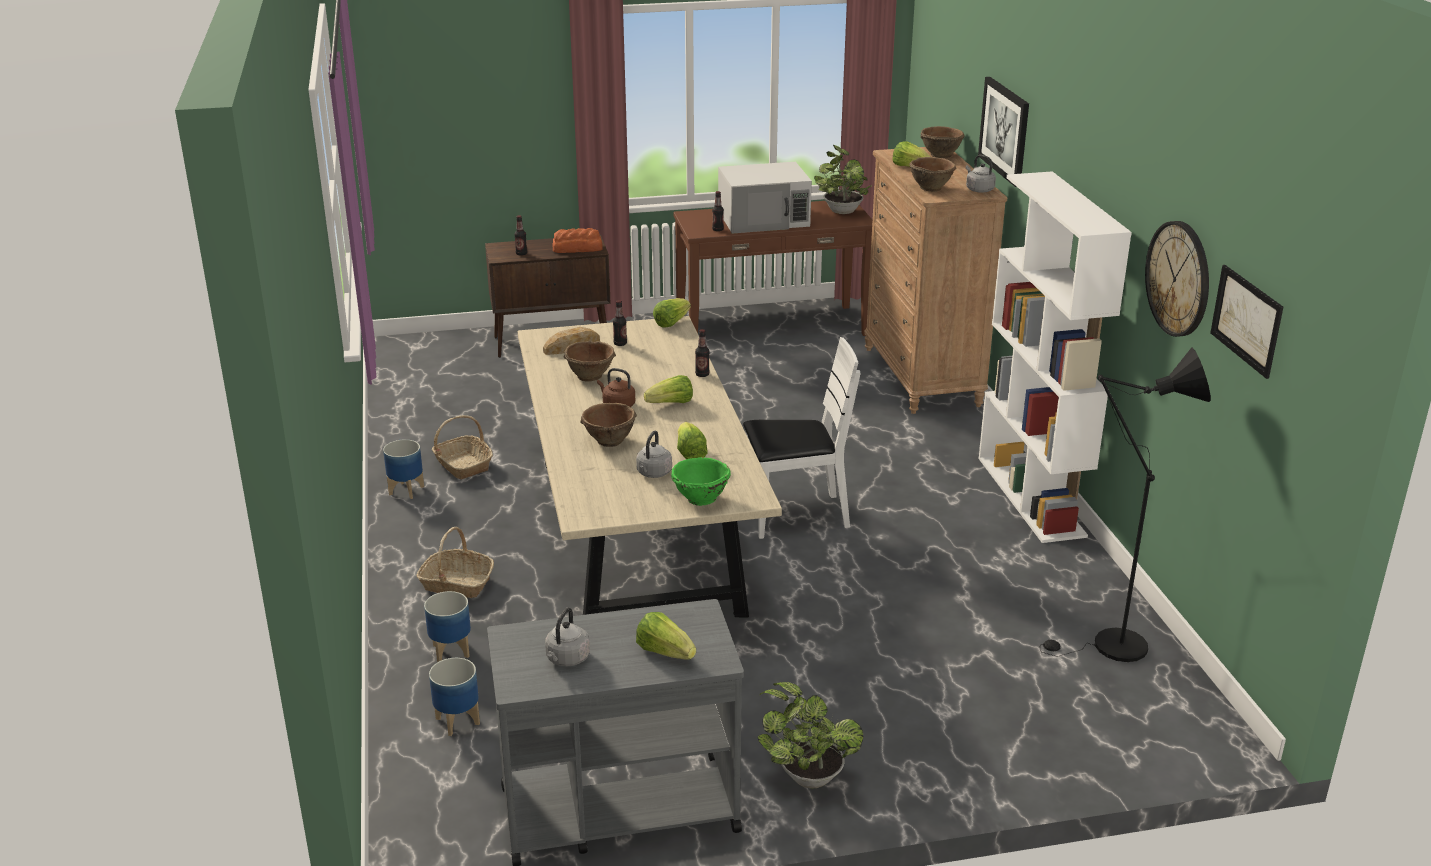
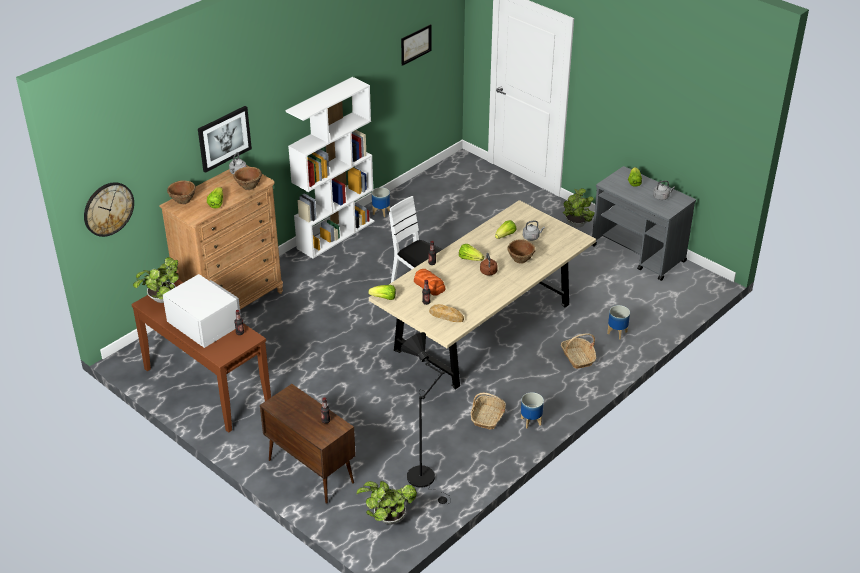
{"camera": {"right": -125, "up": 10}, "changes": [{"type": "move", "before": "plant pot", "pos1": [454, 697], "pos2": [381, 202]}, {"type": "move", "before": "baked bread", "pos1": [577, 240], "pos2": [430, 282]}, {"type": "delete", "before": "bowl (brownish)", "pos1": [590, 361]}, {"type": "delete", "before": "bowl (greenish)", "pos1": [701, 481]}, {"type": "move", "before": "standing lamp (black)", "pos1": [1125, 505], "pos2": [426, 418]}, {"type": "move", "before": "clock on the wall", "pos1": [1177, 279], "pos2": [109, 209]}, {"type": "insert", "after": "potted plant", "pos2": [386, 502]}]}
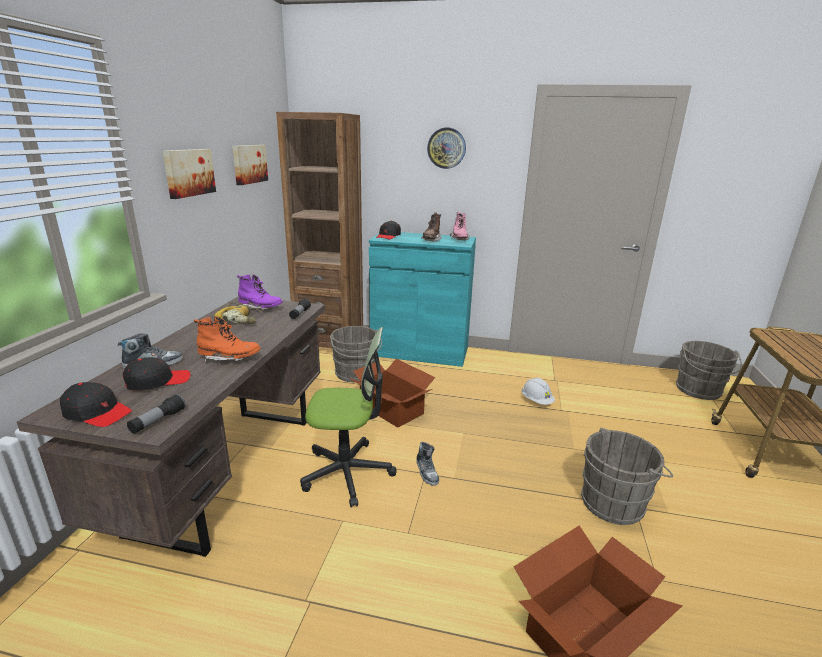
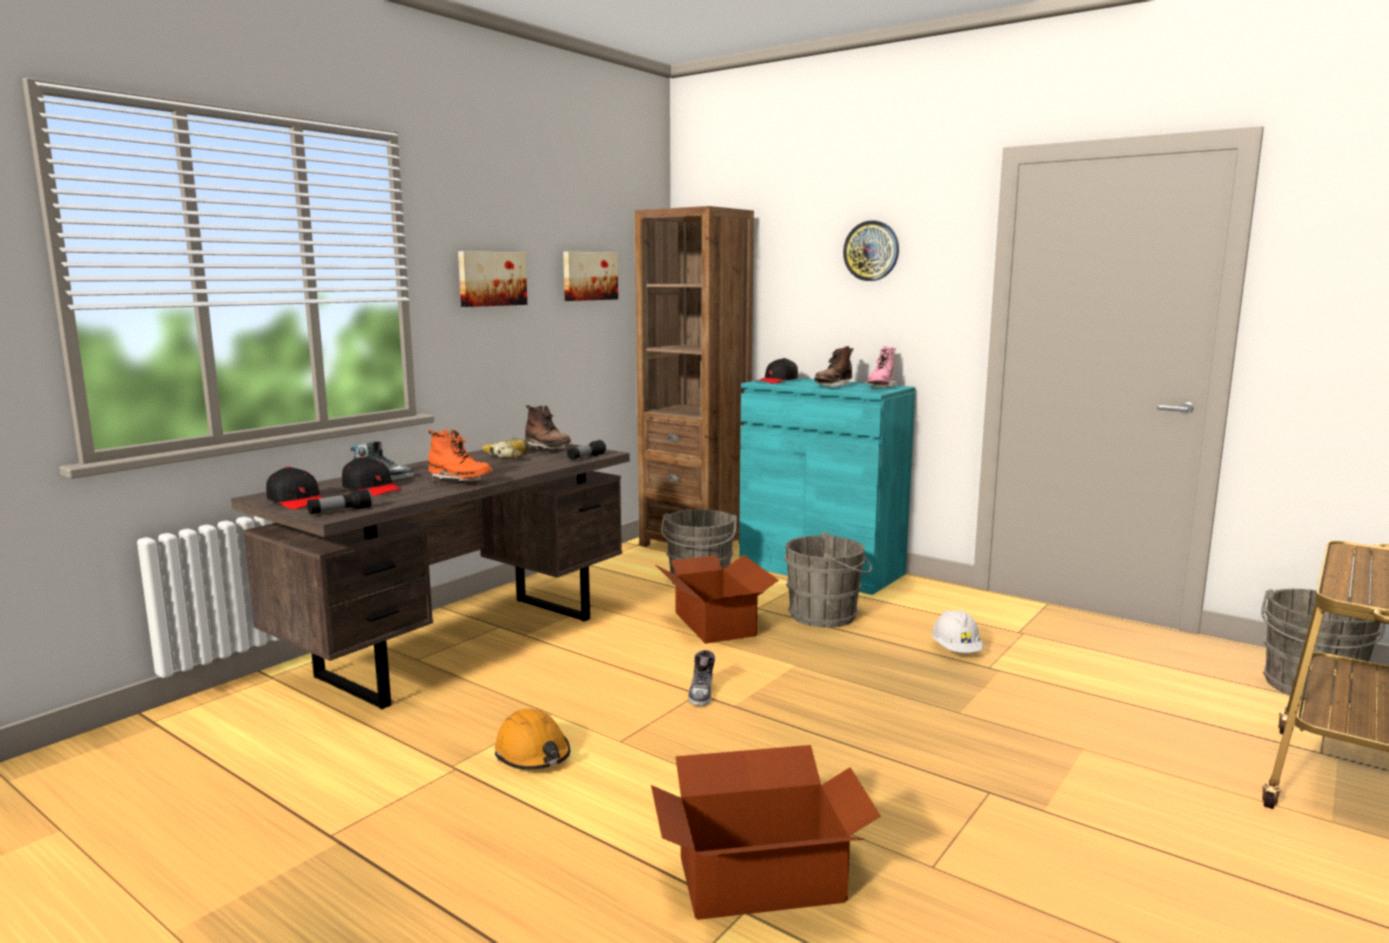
{"camera": {"right": 25, "up": -10}, "changes": [{"type": "rotate", "before": "cap (black)", "pos1": [157, 374], "pos2": [372, 476], "turn": 45}, {"type": "recolor", "before": "boot (purple)", "after": "boot (brownish)", "pos1": [260, 292], "pos2": [548, 427]}, {"type": "delete", "before": "office chair", "pos1": [348, 417]}, {"type": "move", "before": "bucket (gray)", "pos1": [627, 476], "pos2": [828, 580]}, {"type": "insert", "after": "work helmet (orange-coloured)", "pos2": [532, 739]}]}
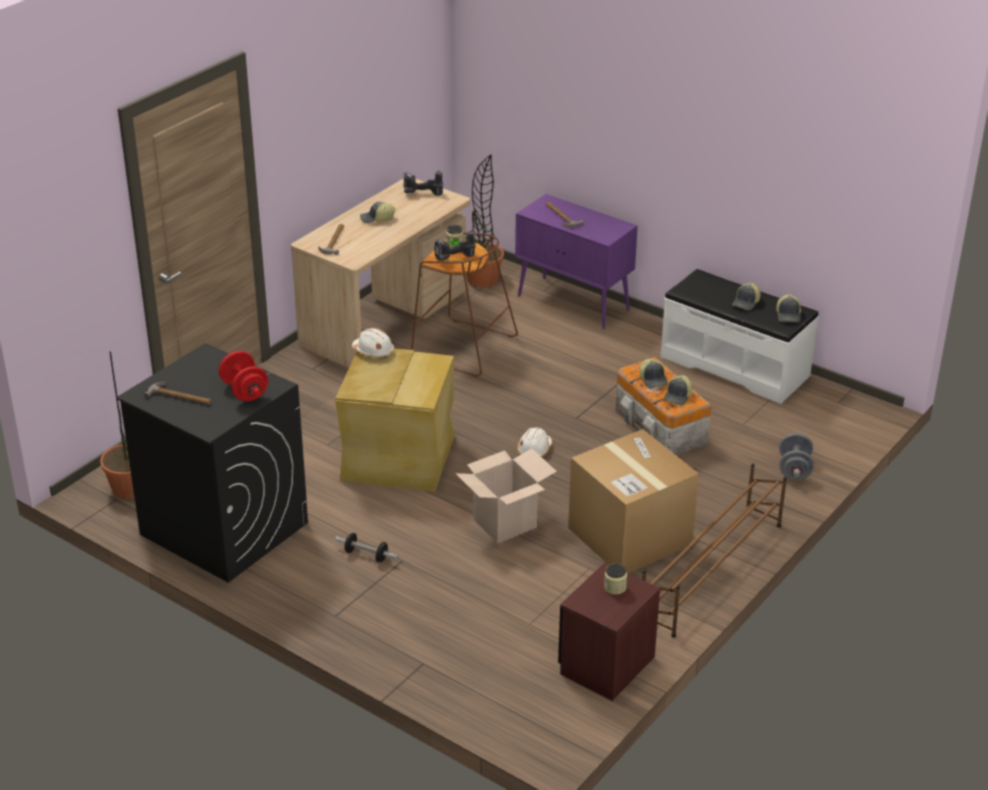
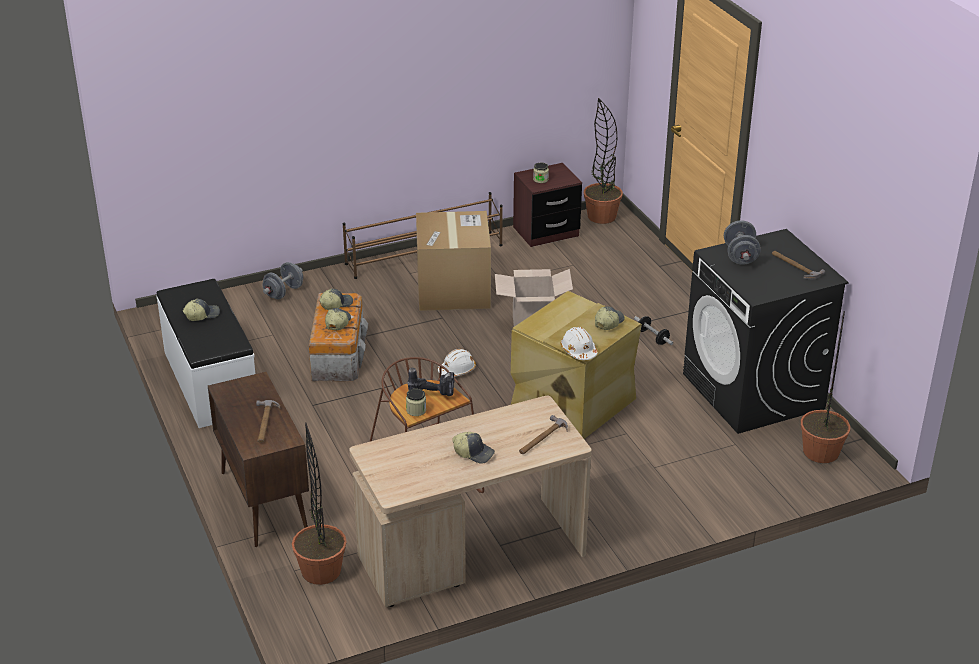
{"camera": {"right": -150, "up": 0}, "changes": [{"type": "recolor", "before": "free weight (reddish)", "after": "free weight (gray)", "pos1": [243, 376], "pos2": [742, 242]}, {"type": "delete", "before": "electric drill", "pos1": [423, 183]}, {"type": "recolor", "before": "cabinet (purple)", "after": "cabinet (brownish)", "pos1": [576, 261], "pos2": [258, 459]}, {"type": "move", "before": "cap", "pos1": [788, 308], "pos2": [609, 318]}, {"type": "insert", "after": "potted plant", "pos2": [603, 161]}]}
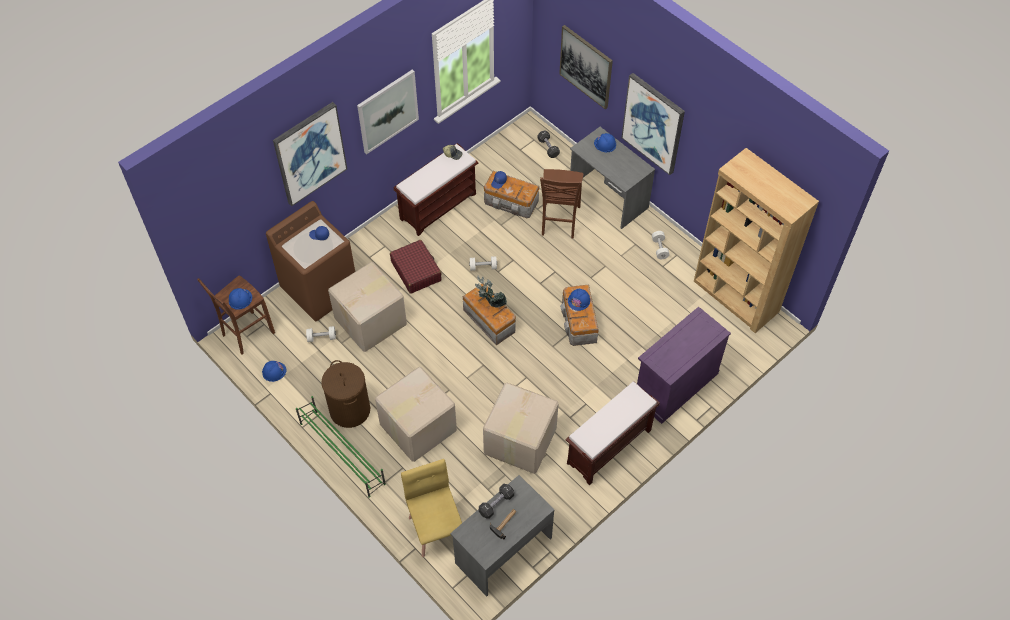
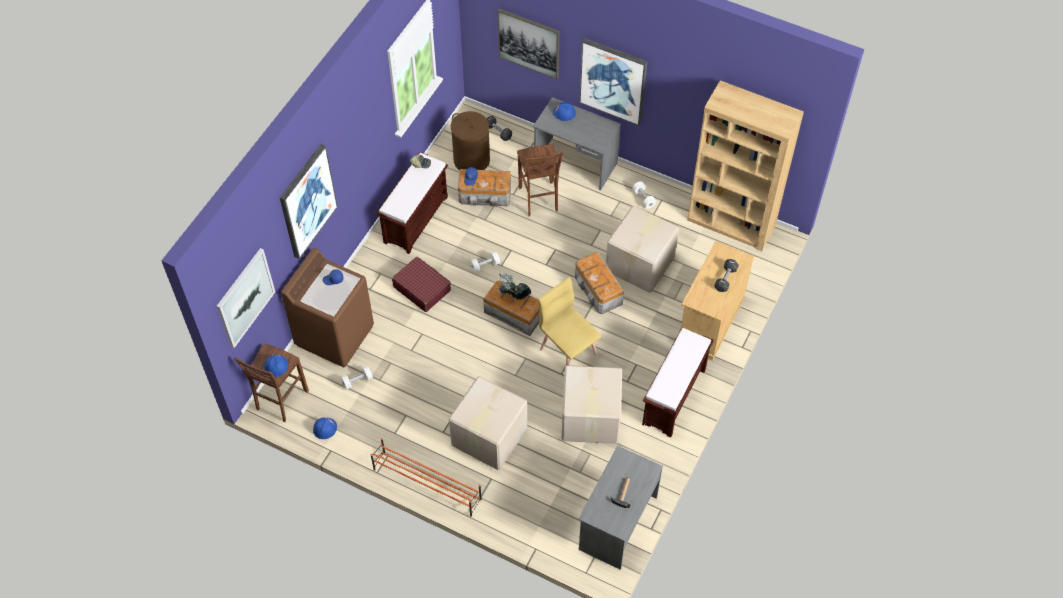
{"camera": {"right": -20, "up": 0}, "changes": [{"type": "recolor", "before": "shoe shelf (greenish)", "after": "shoe shelf (orange-coloured)", "pos1": [341, 447], "pos2": [426, 477]}, {"type": "move", "before": "laundry basket (brownish)", "pos1": [345, 394], "pos2": [470, 140]}, {"type": "move", "before": "cardboard box", "pos1": [367, 307], "pos2": [642, 249]}, {"type": "move", "before": "wall picture", "pos1": [388, 112], "pos2": [246, 298]}, {"type": "move", "before": "plain chair (yellow-coloured)", "pos1": [431, 508], "pos2": [569, 321]}, {"type": "move", "before": "free weight (black)", "pos1": [496, 501], "pos2": [726, 275]}, {"type": "replace", "before": "plain chair (brownish)", "after": "stool (brownish)", "pos1": [561, 204], "pos2": [540, 180]}, {"type": "delete", "before": "work helmet (blue-coloured)", "pos1": [579, 300]}, {"type": "recolor", "before": "cabinet (purple)", "after": "cabinet (beige)", "pos1": [684, 365], "pos2": [717, 301]}]}
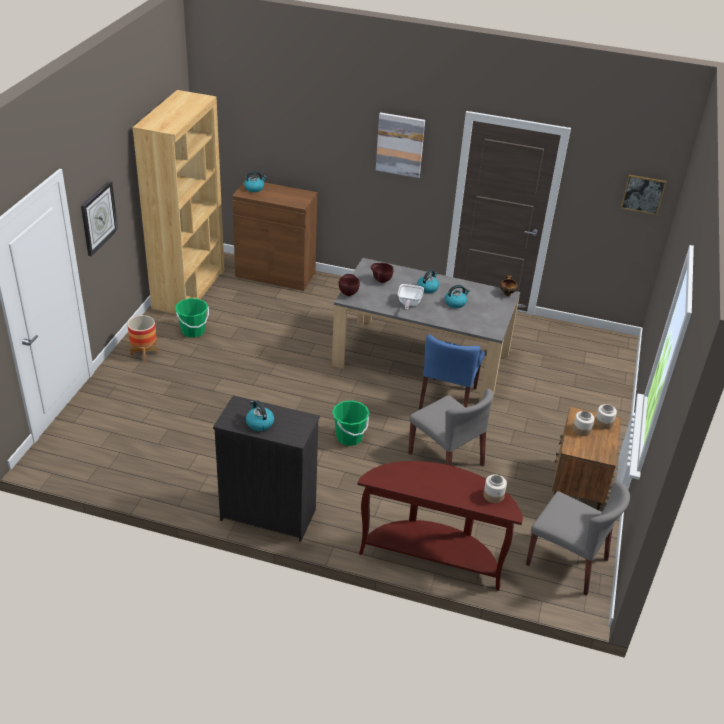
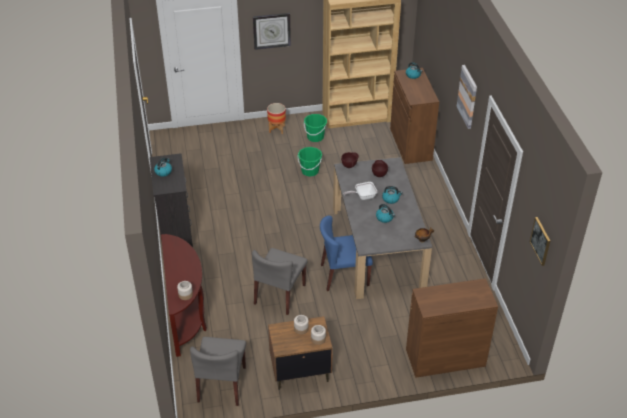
{"camera": {"right": 65, "up": 5}, "changes": [{"type": "move", "before": "bucket (greenish)", "pos1": [351, 423], "pos2": [309, 162]}, {"type": "insert", "after": "cabinet (brownish)", "pos2": [452, 328]}]}
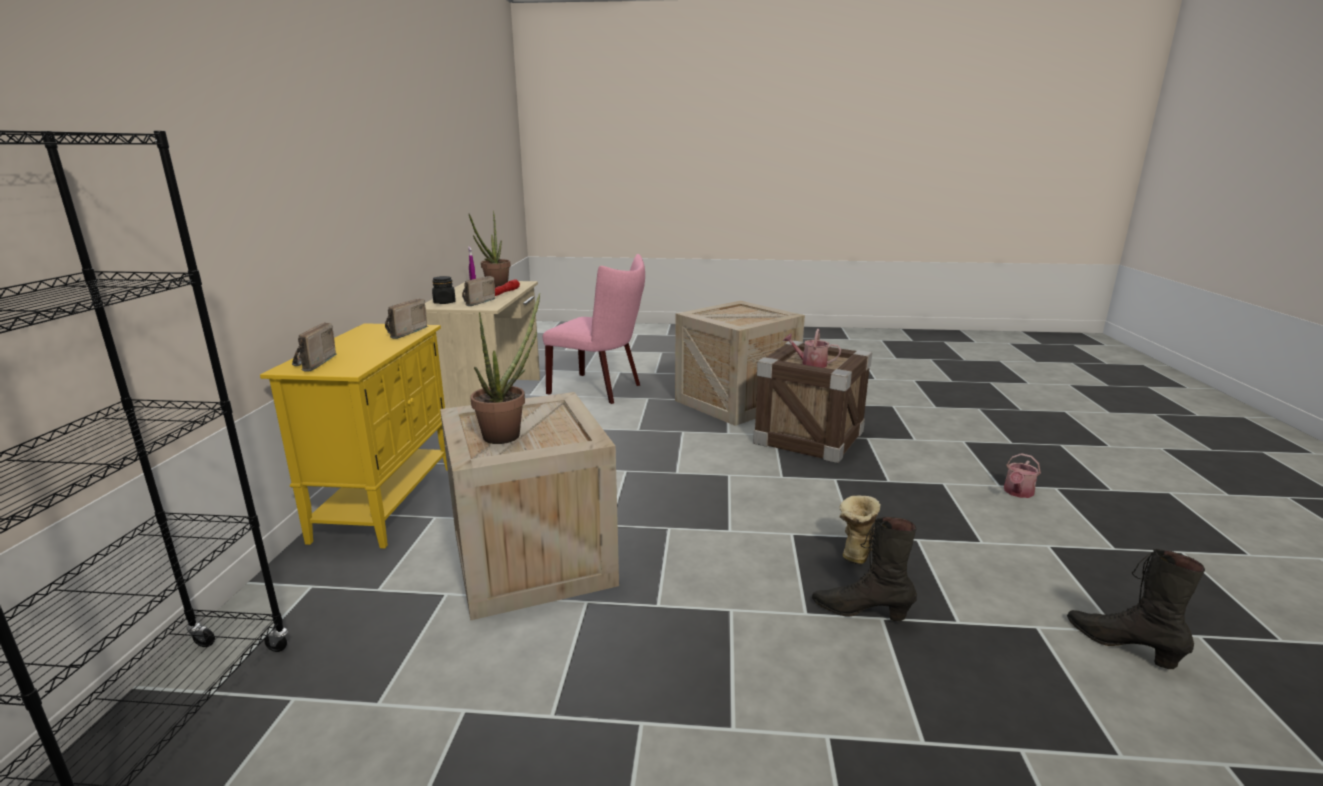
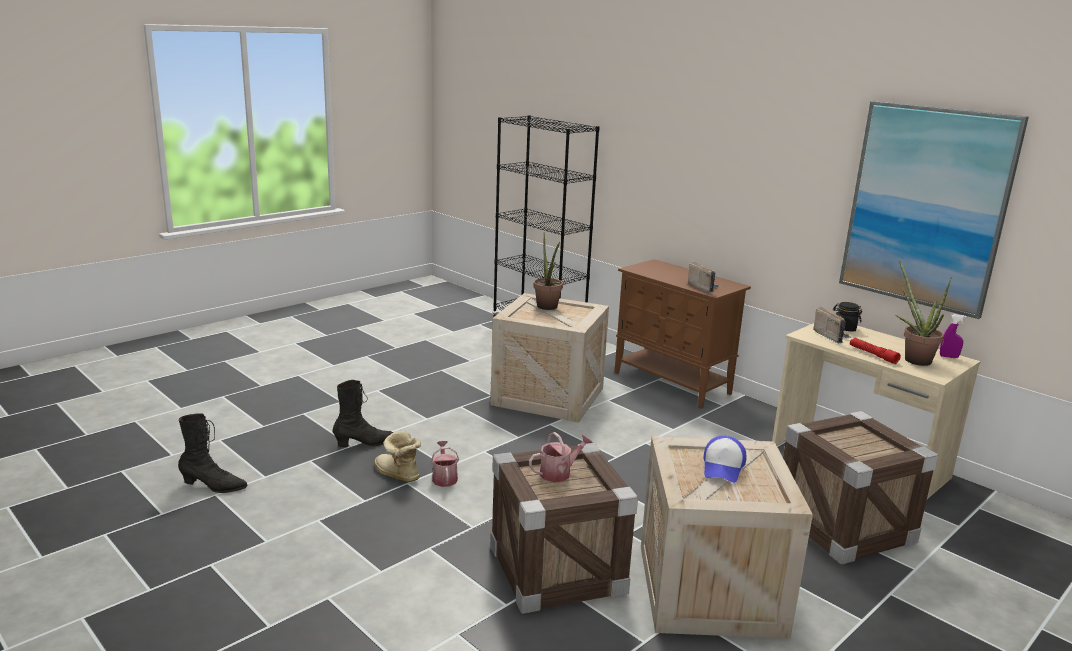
{"camera": {"right": 130, "up": 0}, "changes": [{"type": "recolor", "before": "cabinet (yellow-coloured)", "after": "cabinet (brownish)", "pos1": [354, 436], "pos2": [682, 334]}, {"type": "delete", "before": "radio receiver", "pos1": [314, 347]}, {"type": "replace", "before": "plain chair (pinkish)", "after": "crate", "pos1": [594, 329], "pos2": [860, 488]}, {"type": "rotate", "before": "boot", "pos1": [859, 529], "pos2": [397, 456], "turn": 150}, {"type": "move", "before": "watering can", "pos1": [1022, 475], "pos2": [445, 464]}, {"type": "insert", "after": "cap", "pos2": [725, 459]}, {"type": "insert", "after": "wall picture", "pos2": [934, 210]}]}
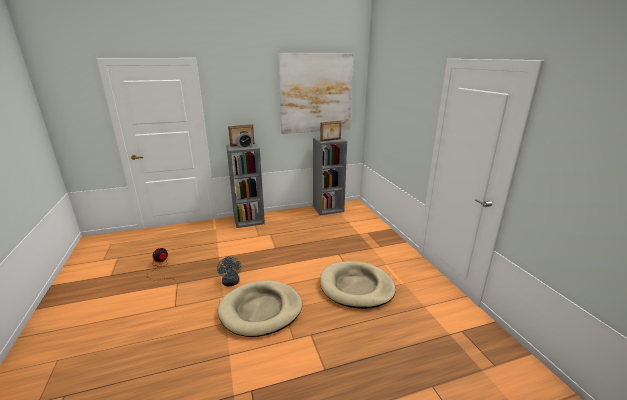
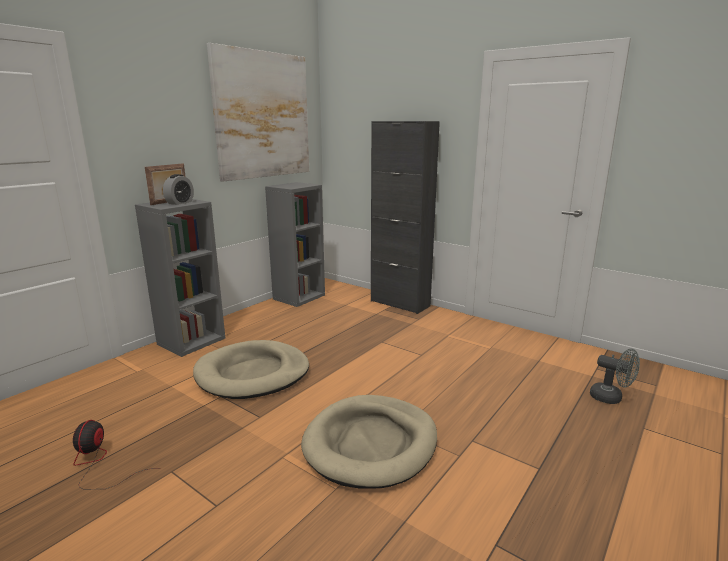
{"camera": {"right": -35, "up": -5}, "changes": [{"type": "move", "before": "electric fan (gray)", "pos1": [229, 271], "pos2": [615, 376]}, {"type": "delete", "before": "picture frame", "pos1": [330, 131]}, {"type": "move", "before": "dog bed (beige)", "pos1": [358, 285], "pos2": [251, 369]}, {"type": "insert", "after": "cabinet (black)", "pos2": [405, 217]}]}
